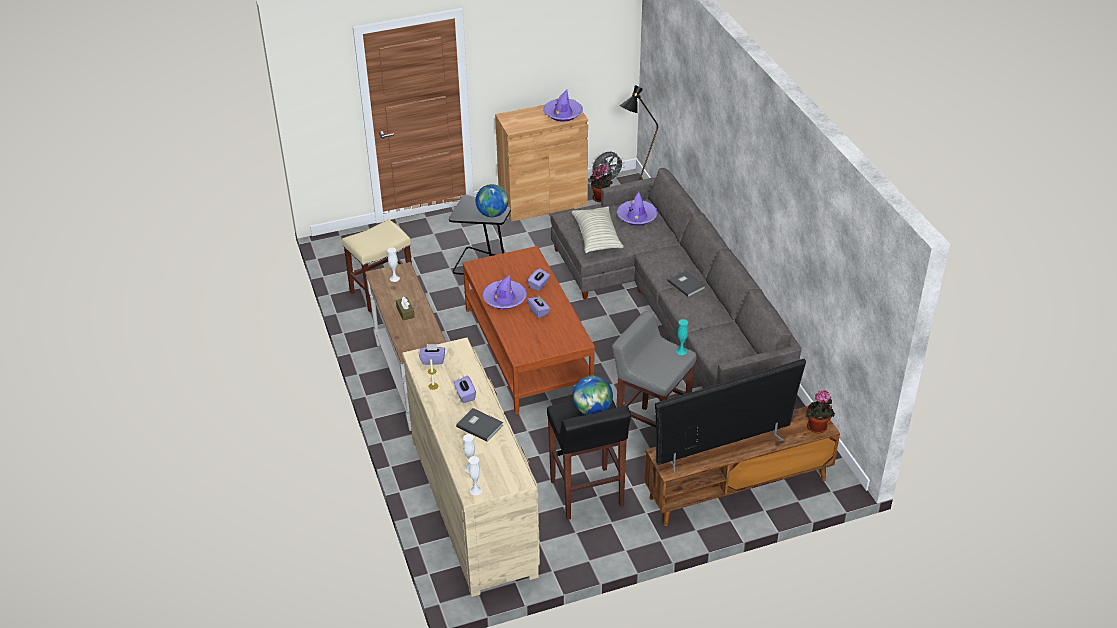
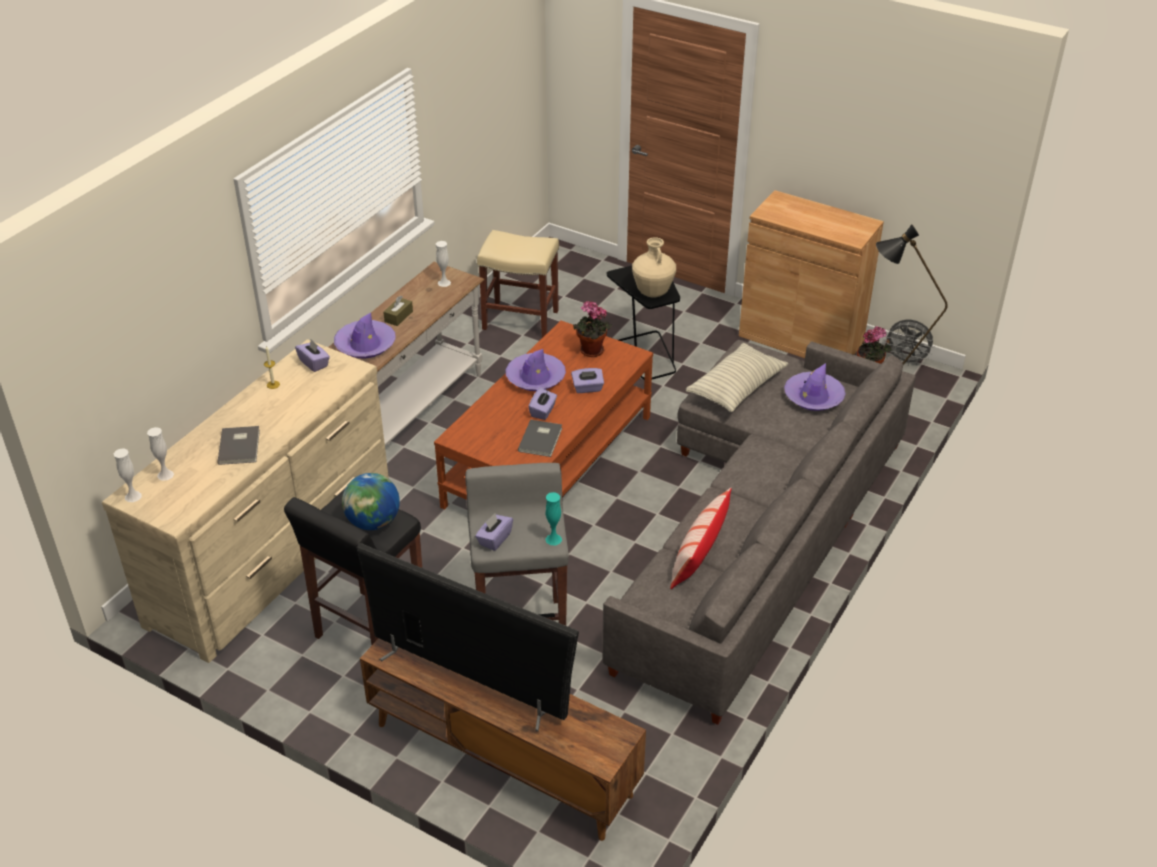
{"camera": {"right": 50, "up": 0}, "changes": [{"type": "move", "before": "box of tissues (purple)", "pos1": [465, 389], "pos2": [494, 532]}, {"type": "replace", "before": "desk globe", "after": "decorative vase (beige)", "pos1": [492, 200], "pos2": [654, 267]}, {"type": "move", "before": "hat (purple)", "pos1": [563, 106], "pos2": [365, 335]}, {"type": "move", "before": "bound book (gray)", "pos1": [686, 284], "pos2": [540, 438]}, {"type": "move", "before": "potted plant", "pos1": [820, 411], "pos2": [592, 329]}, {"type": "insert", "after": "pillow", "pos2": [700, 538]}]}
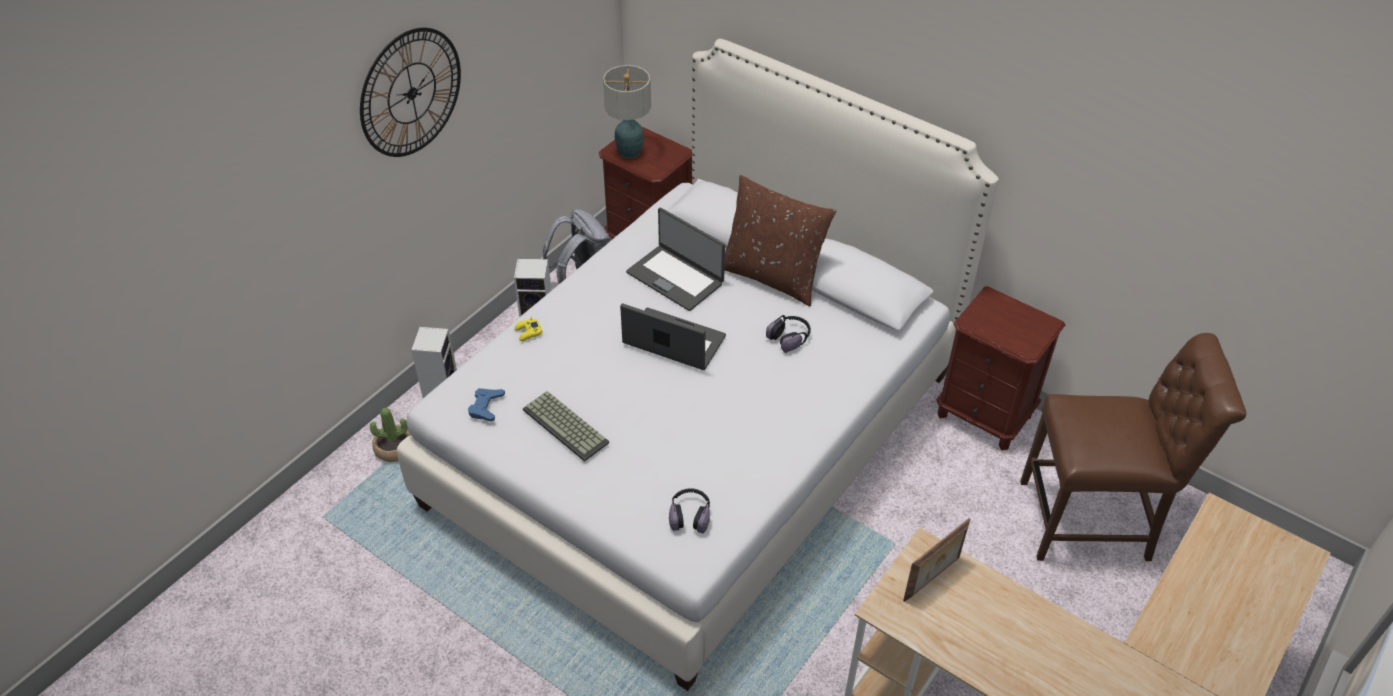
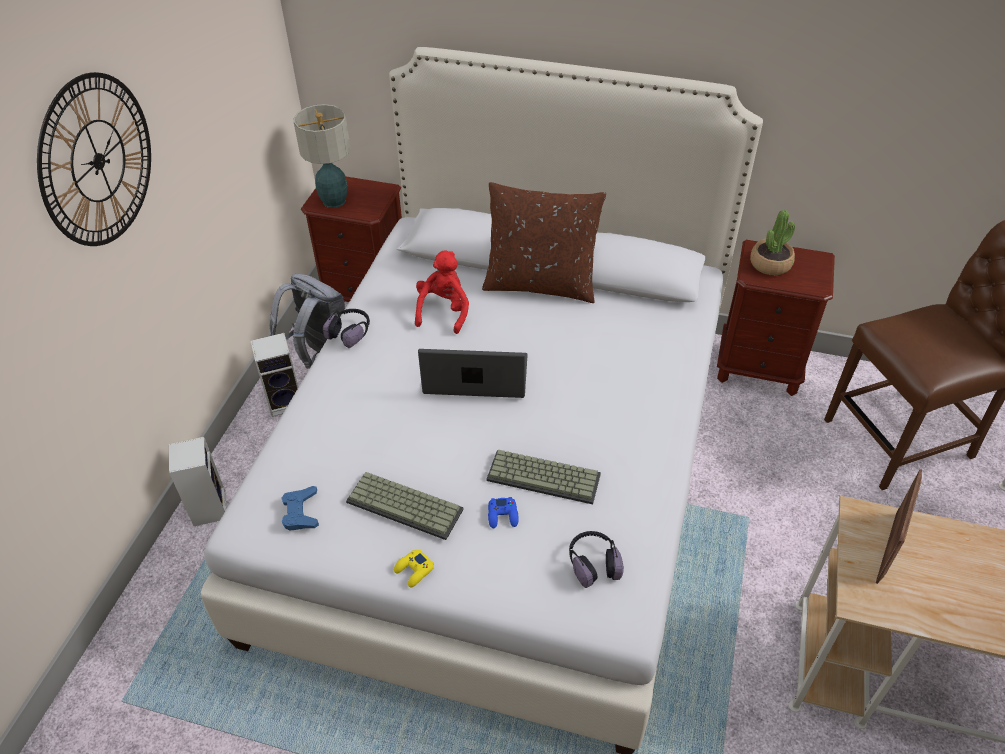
{"camera": {"right": -20, "up": 0}, "changes": [{"type": "move", "before": "potted plant", "pos1": [390, 435], "pos2": [772, 242]}, {"type": "move", "before": "gamepad (yellow-coloured)", "pos1": [529, 329], "pos2": [414, 568]}, {"type": "replace", "before": "laptop", "after": "cuddly toy (reddish)", "pos1": [675, 259], "pos2": [442, 292]}, {"type": "move", "before": "headphones", "pos1": [788, 334], "pos2": [346, 328]}, {"type": "insert", "after": "keyboard", "pos2": [544, 477]}, {"type": "insert", "after": "gamepad (blue-coloured)", "pos2": [503, 512]}]}
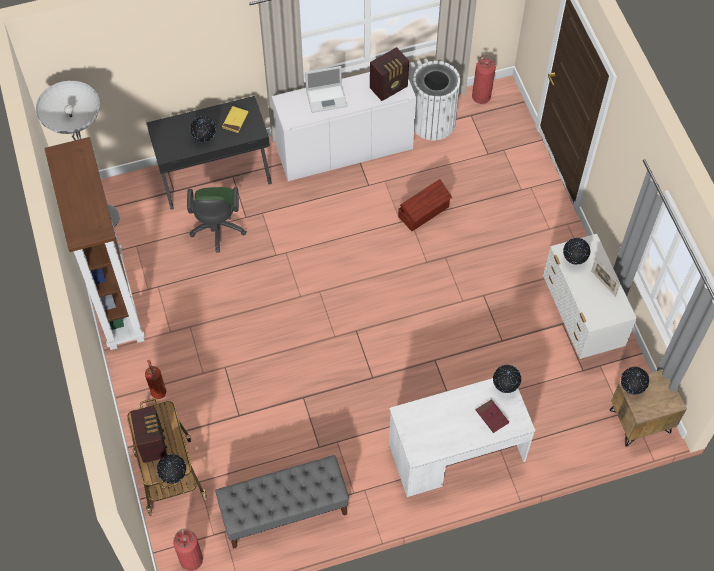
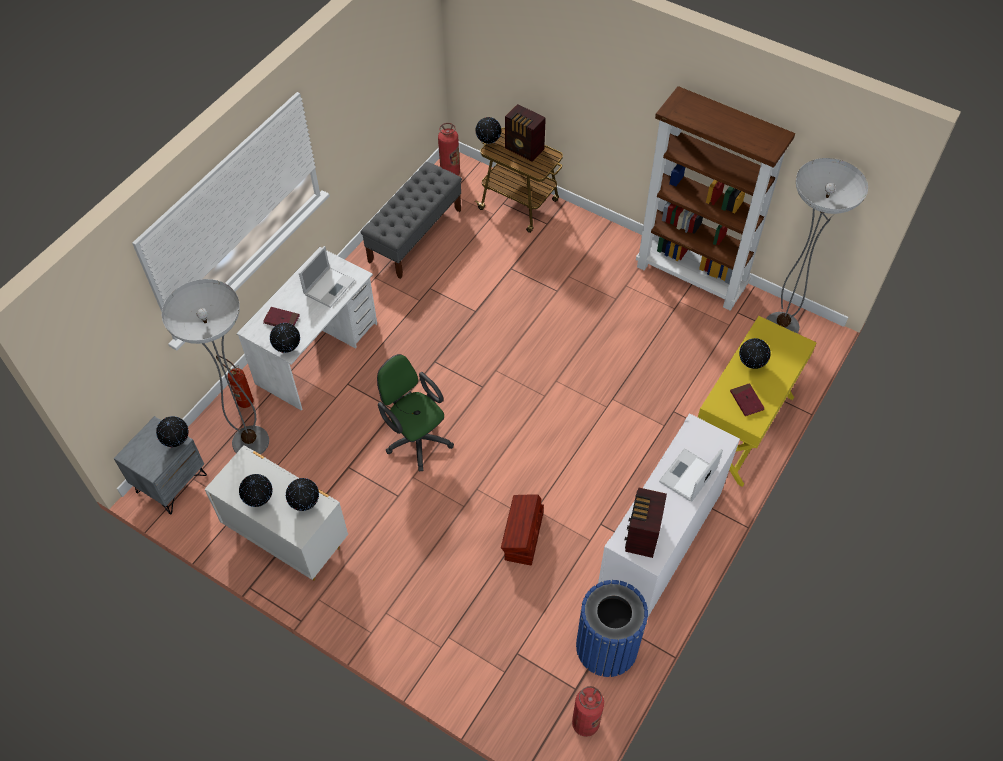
{"camera": {"right": 140, "up": -5}, "changes": [{"type": "move", "before": "fire-fighting cylinder", "pos1": [155, 379], "pos2": [234, 381]}, {"type": "recolor", "before": "desk (black)", "after": "desk (yellow-coloured)", "pos1": [209, 153], "pos2": [757, 401]}, {"type": "move", "before": "office chair (greenish)", "pos1": [217, 219], "pos2": [415, 412]}, {"type": "recolor", "before": "bound book (yellow-coloured)", "after": "bound book (reddish)", "pos1": [235, 119], "pos2": [747, 399]}, {"type": "recolor", "before": "trash can (whitish)", "after": "trash can (blue-coloured)", "pos1": [436, 100], "pos2": [612, 628]}, {"type": "replace", "before": "picture frame", "after": "desk globe", "pos1": [605, 277], "pos2": [256, 490]}, {"type": "recolor", "before": "night table (brownish)", "after": "night table (gray)", "pos1": [648, 408], "pos2": [160, 465]}, {"type": "insert", "after": "standing lamp", "pos2": [215, 366]}, {"type": "insert", "after": "laptop", "pos2": [327, 277]}]}
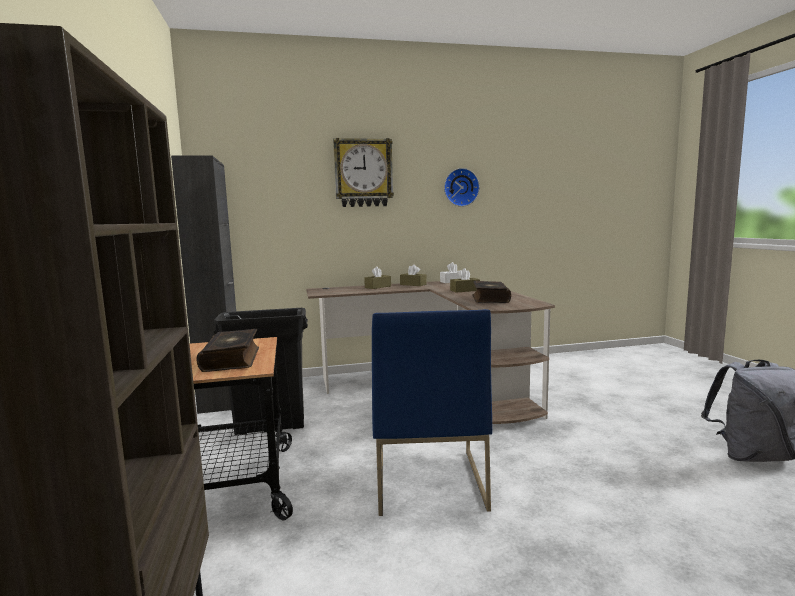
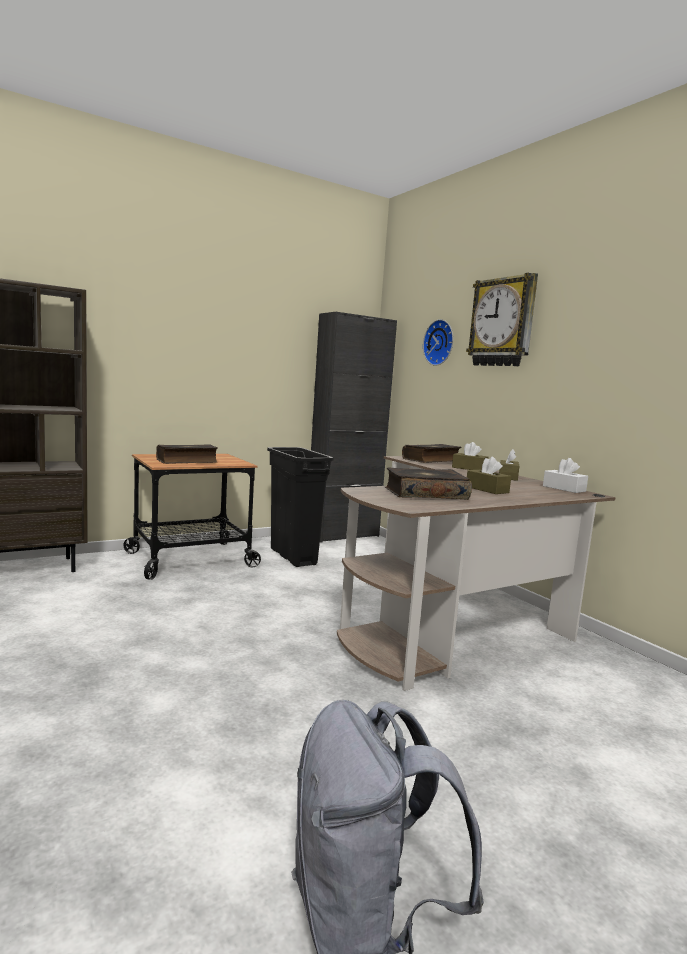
{"camera": {"right": 70, "up": 0}, "changes": [{"type": "delete", "before": "plain chair (blue-coloured)", "pos1": [432, 412]}, {"type": "move", "before": "clock on the wall", "pos1": [462, 187], "pos2": [438, 342]}, {"type": "insert", "after": "bound book", "pos2": [432, 453]}]}
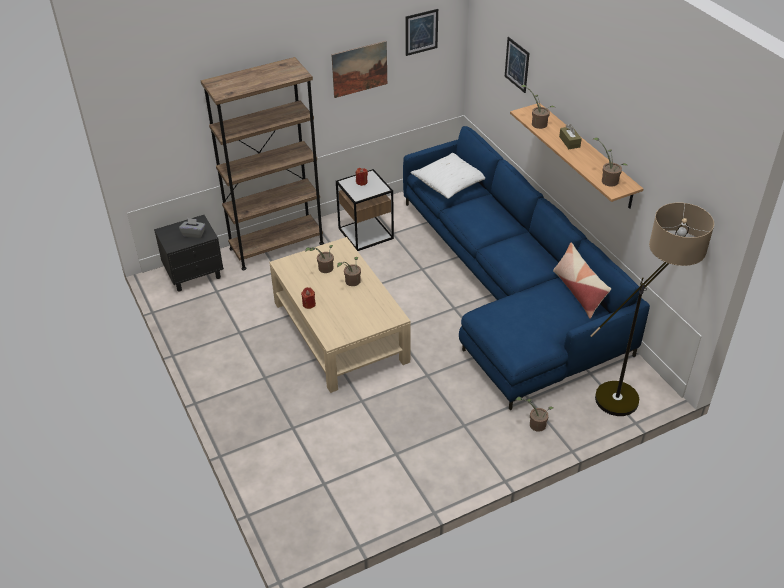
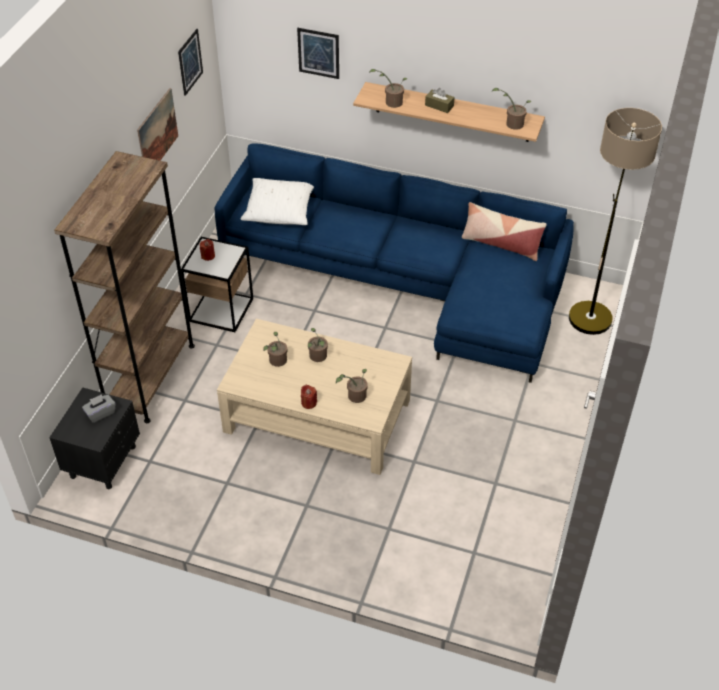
{"camera": {"right": -45, "up": 5}, "changes": [{"type": "move", "before": "potted plant", "pos1": [534, 414], "pos2": [351, 386]}]}
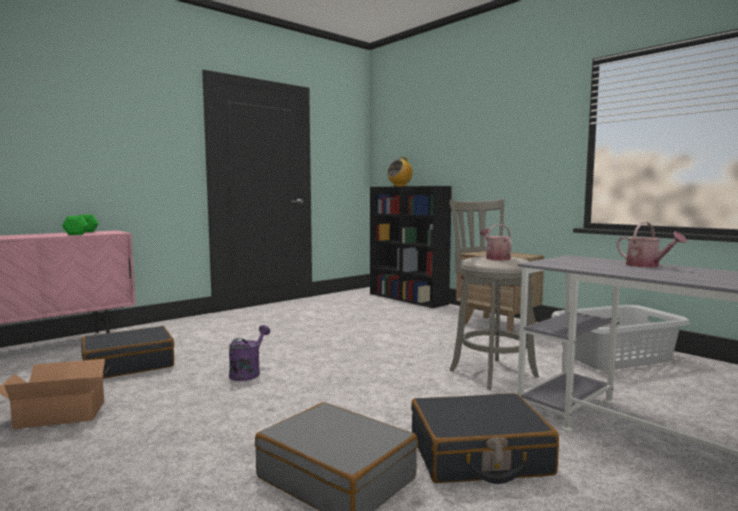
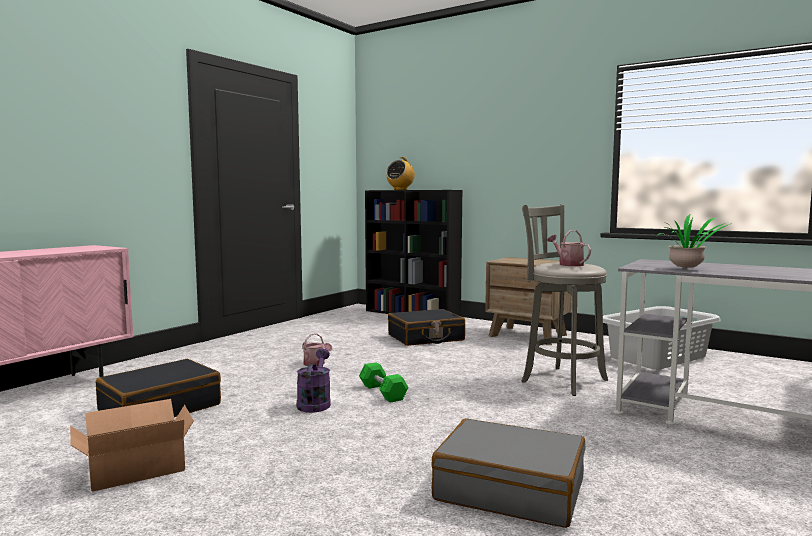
{"camera": {"right": -15, "up": 0}, "changes": [{"type": "move", "before": "free weight (greenish)", "pos1": [80, 224], "pos2": [384, 382]}, {"type": "move", "before": "piece of luggage (black)", "pos1": [485, 438], "pos2": [426, 327]}, {"type": "move", "before": "watering can", "pos1": [652, 244], "pos2": [317, 349]}, {"type": "insert", "after": "potted plant", "pos2": [694, 240]}]}
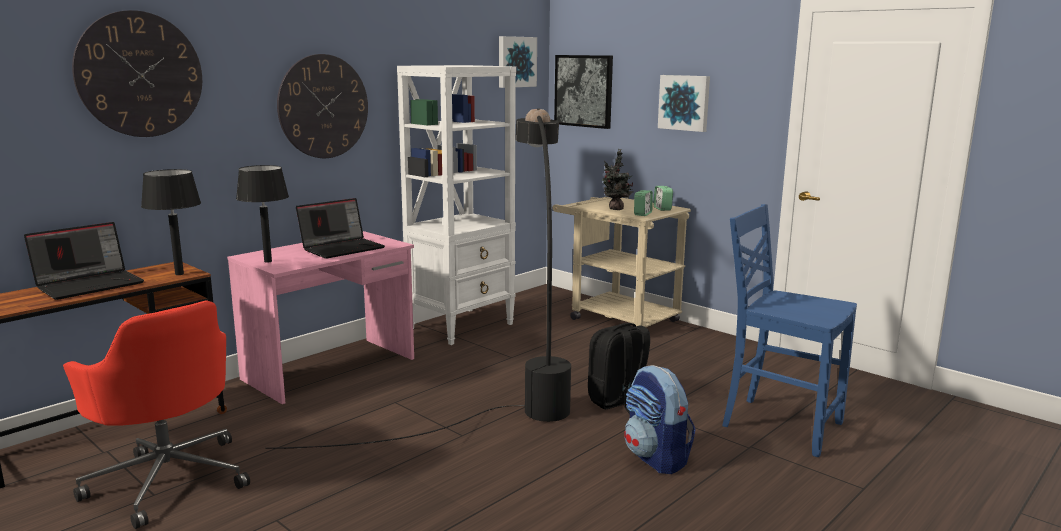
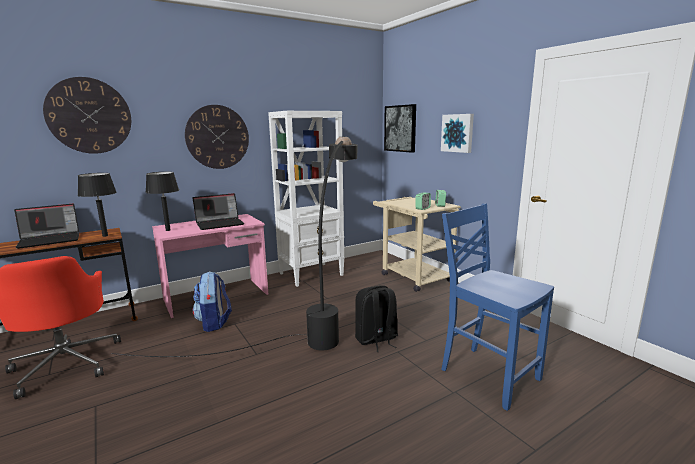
{"camera": {"right": 15, "up": 0}, "changes": [{"type": "delete", "before": "wall picture", "pos1": [518, 62]}, {"type": "delete", "before": "potted plant", "pos1": [618, 179]}, {"type": "move", "before": "knapsack", "pos1": [660, 419], "pos2": [212, 301]}]}
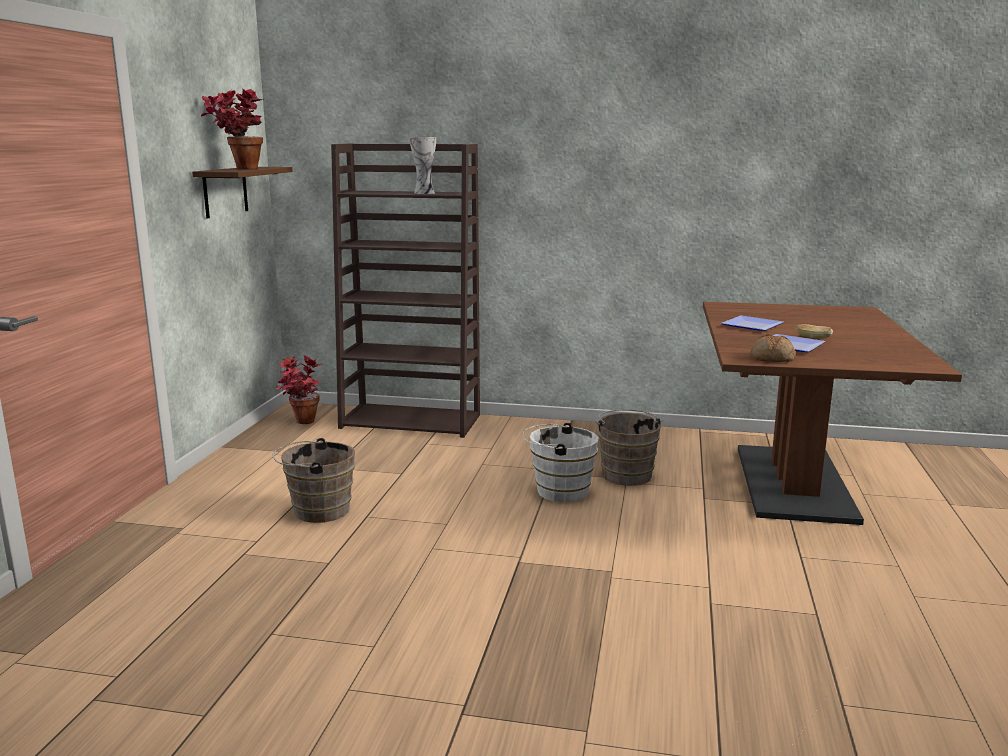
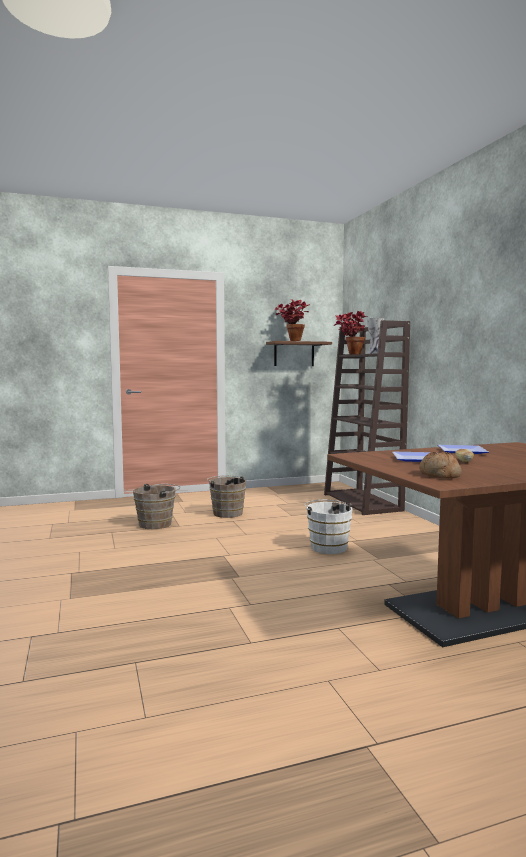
{"camera": {"right": 60, "up": -10}, "changes": [{"type": "move", "before": "potted plant", "pos1": [298, 389], "pos2": [351, 333]}, {"type": "move", "before": "bucket (brownish)", "pos1": [629, 447], "pos2": [156, 506]}, {"type": "move", "before": "baked bread", "pos1": [773, 348], "pos2": [440, 465]}]}
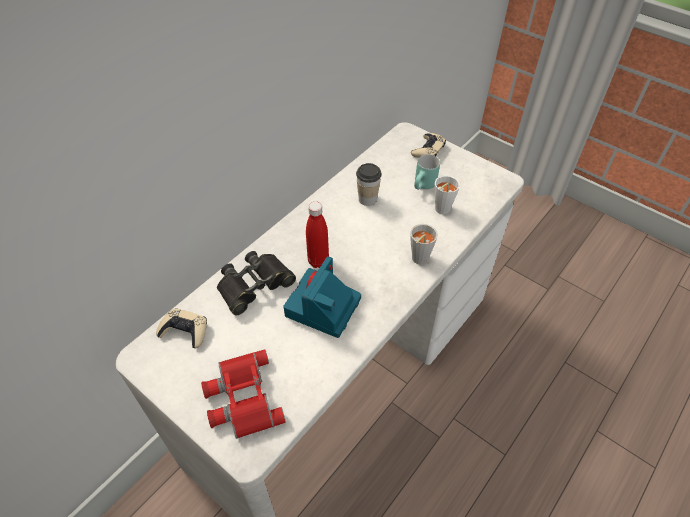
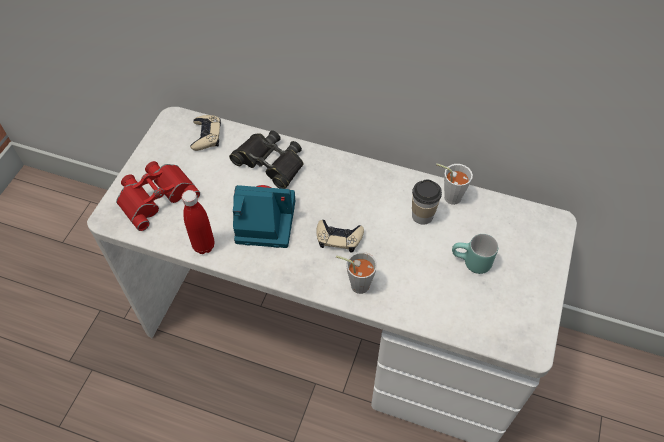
{"camera": {"right": 70, "up": 5}, "changes": [{"type": "move", "before": "bottle (reddish)", "pos1": [317, 234], "pos2": [198, 222]}, {"type": "move", "before": "gamepad (beige)", "pos1": [428, 145], "pos2": [340, 236]}, {"type": "move", "before": "small cup (whitish)", "pos1": [447, 194], "pos2": [454, 184]}]}
